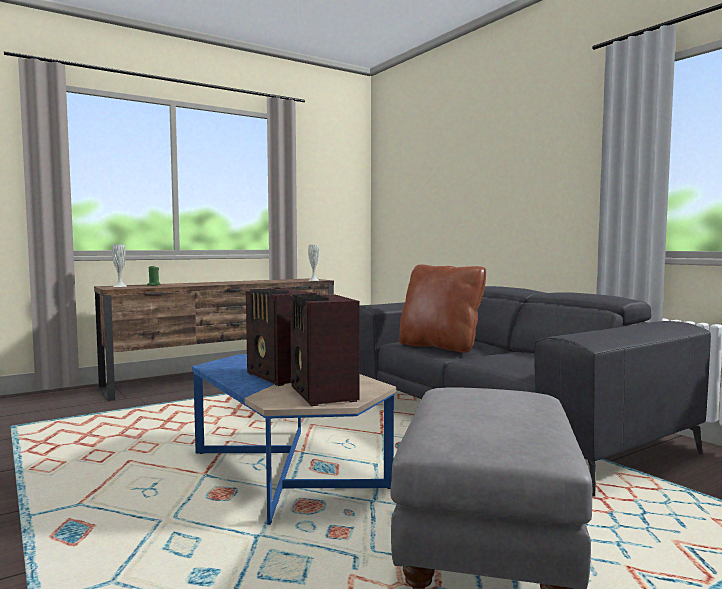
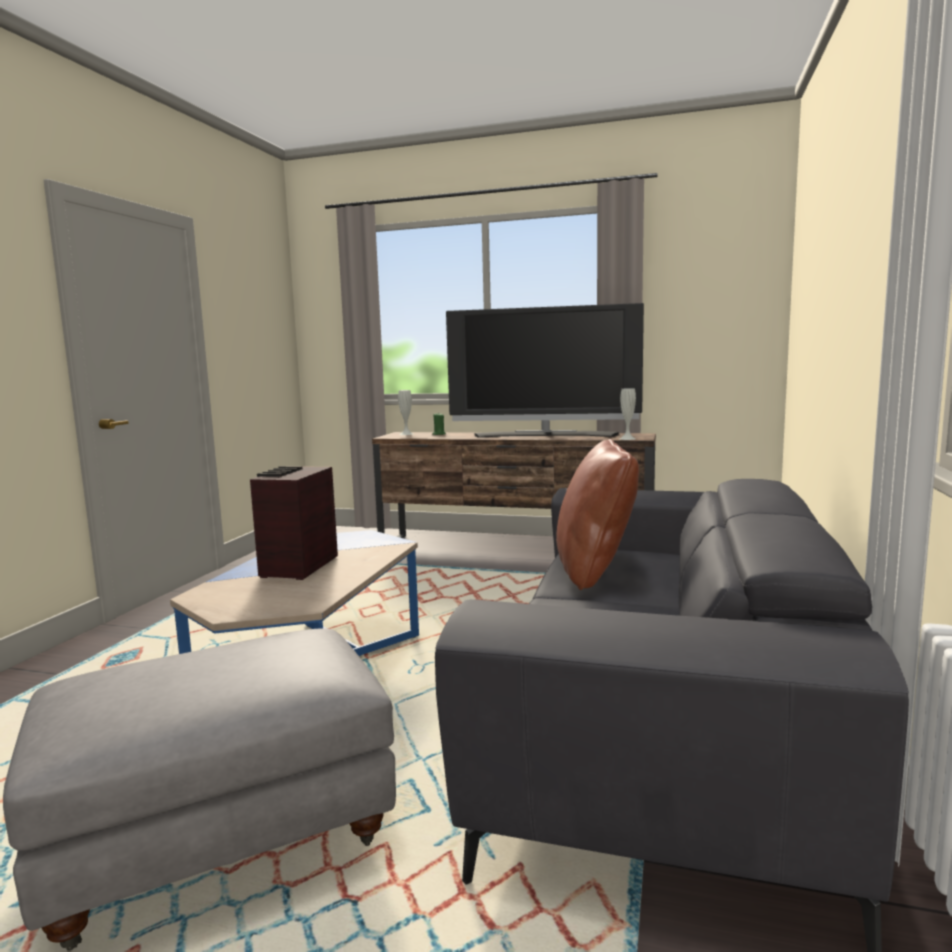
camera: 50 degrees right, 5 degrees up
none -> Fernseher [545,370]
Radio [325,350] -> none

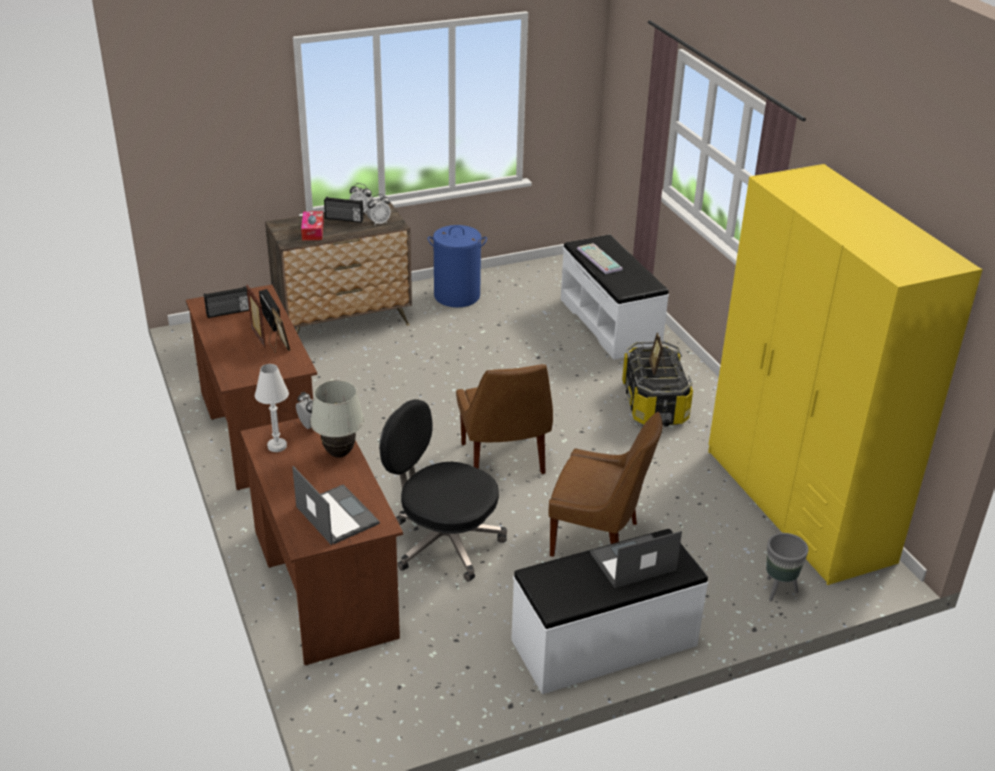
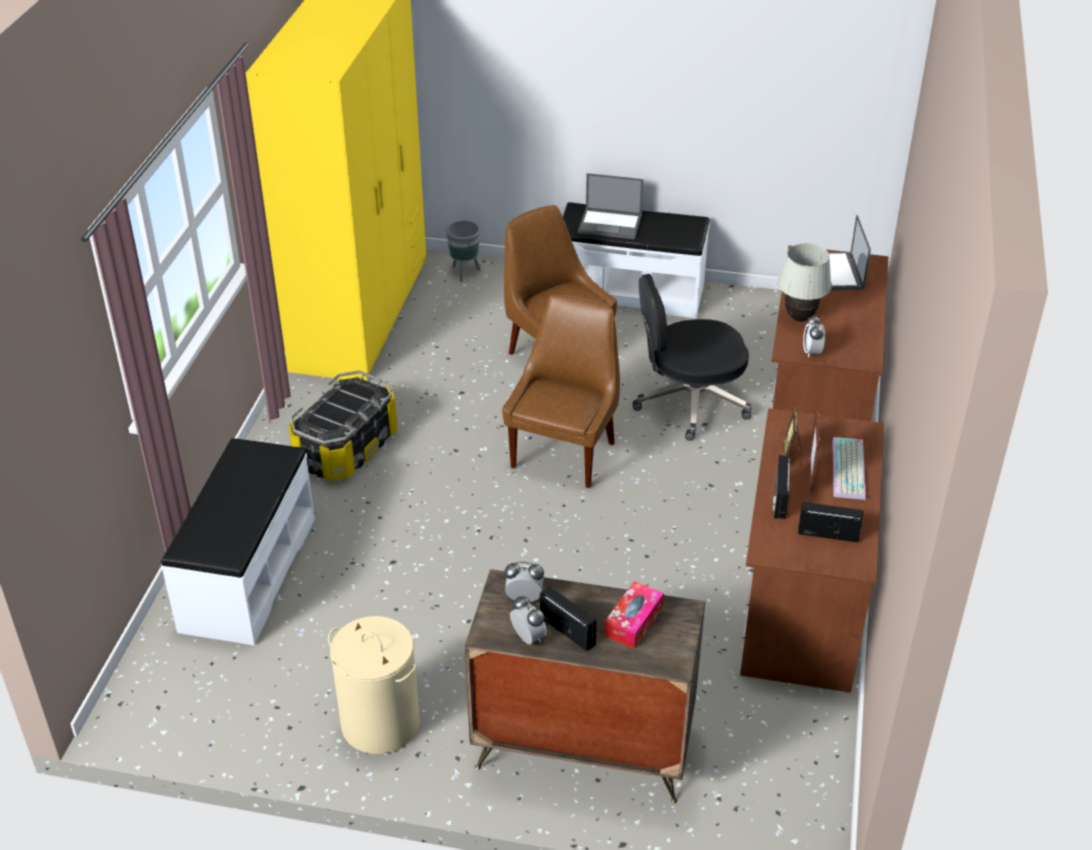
camera: 145 degrees left, 5 degrees up
Wäschekorb (blau) [457,266] -> Wäschekorb (beige) [373,685]
Bürostuhl (schwarz) [443,490] -> Bürostuhl (schwarz) [692,357], 105 degrees clockwise
Tastatur [600,258] -> Tastatur [849,468], moved
Tischlampe (weiß) [272,408] -> none
Bilderrahmen [657,354] -> none

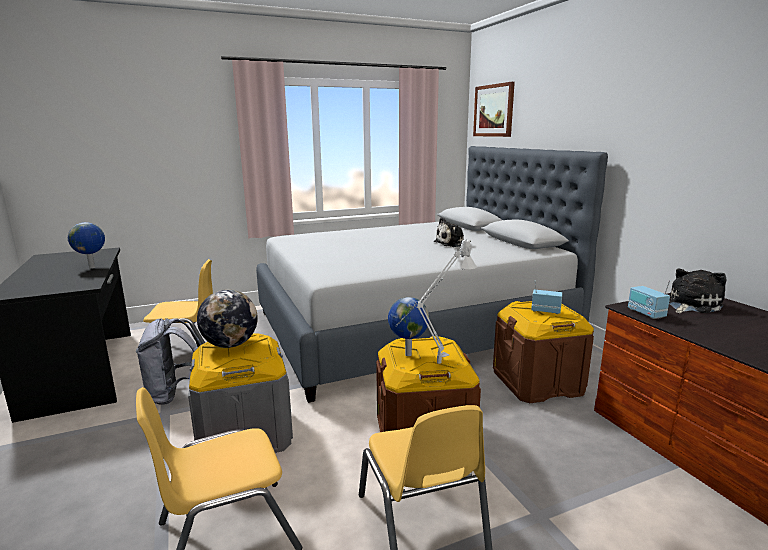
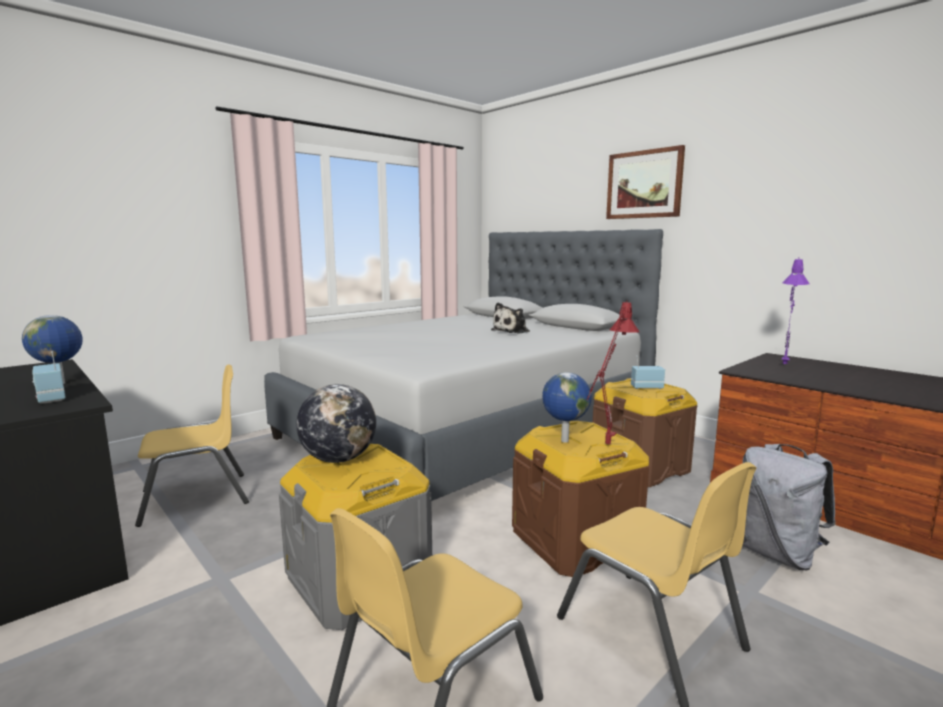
camera: 20 degrees left, 5 degrees down
Radio [649,299] -> Radio [49,377], moved
Tischlampe (grau) [437,302] -> Tischlampe (rot) [612,373]
Bild [494,109] -> Bild [645,182], moved
Rucksack (grau) [169,361] -> Rucksack (grau) [789,507], moved
Plüschtier [698,291] -> Tischlampe (lila) [795,311]

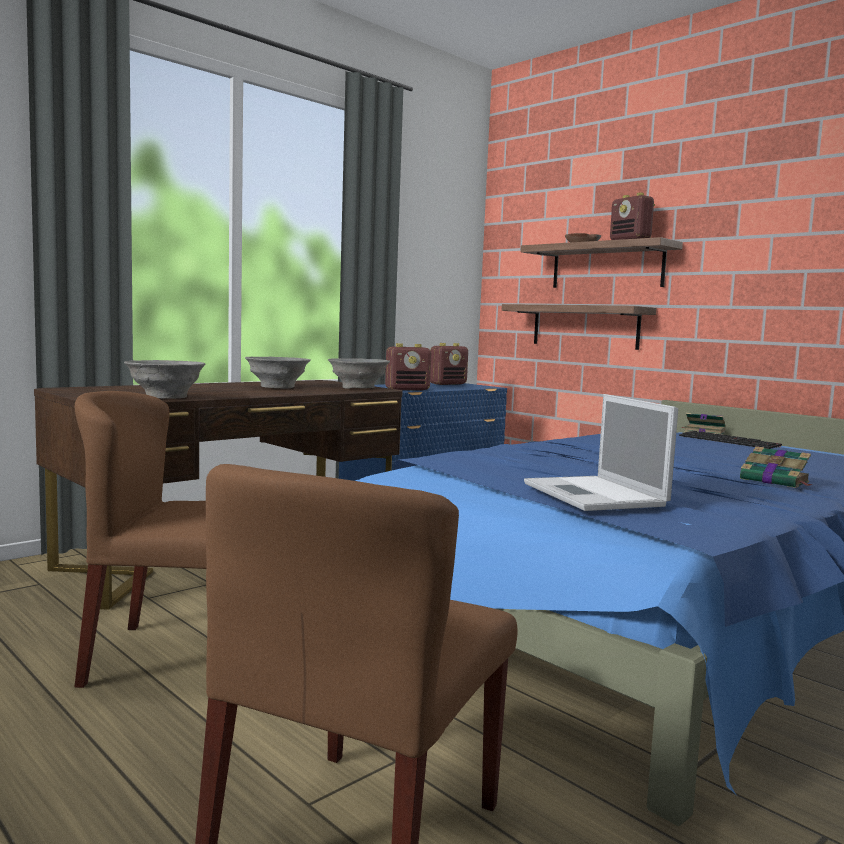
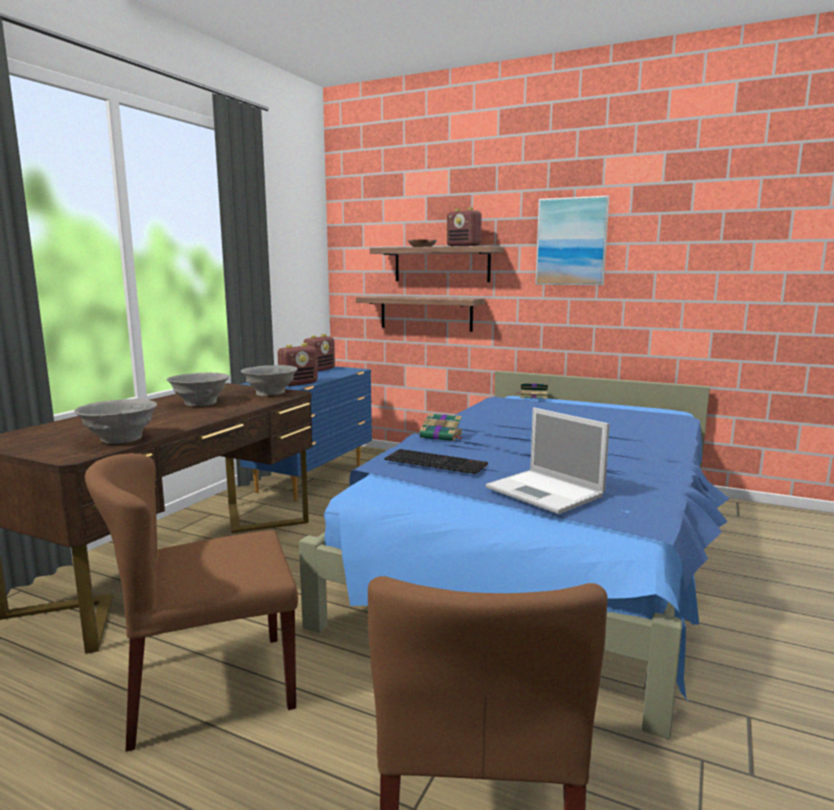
camera: 20 degrees left, 5 degrees up
Tastatur [730,440] -> Tastatur [436,461], moved
Buch [776,467] -> Buch [441,427], moved
none -> Bild [572,240]

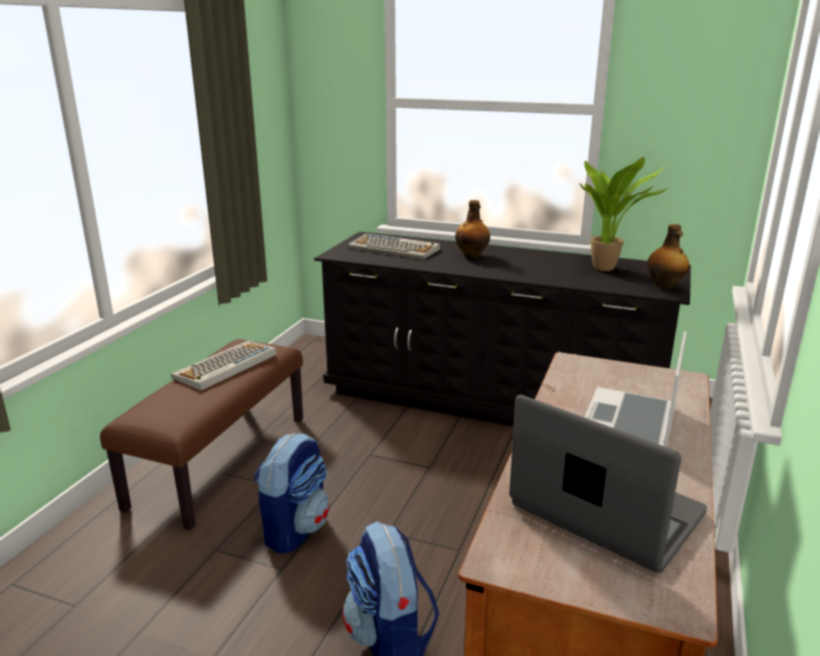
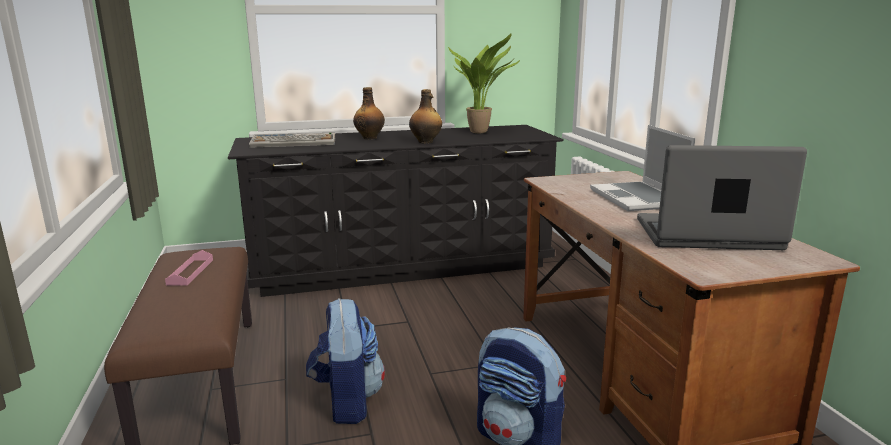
camera: 35 degrees left, 5 degrees down
Tastatur [224,366] -> Tablett (rosa) [189,268]
Flasche [668,257] -> Flasche [425,116], moved

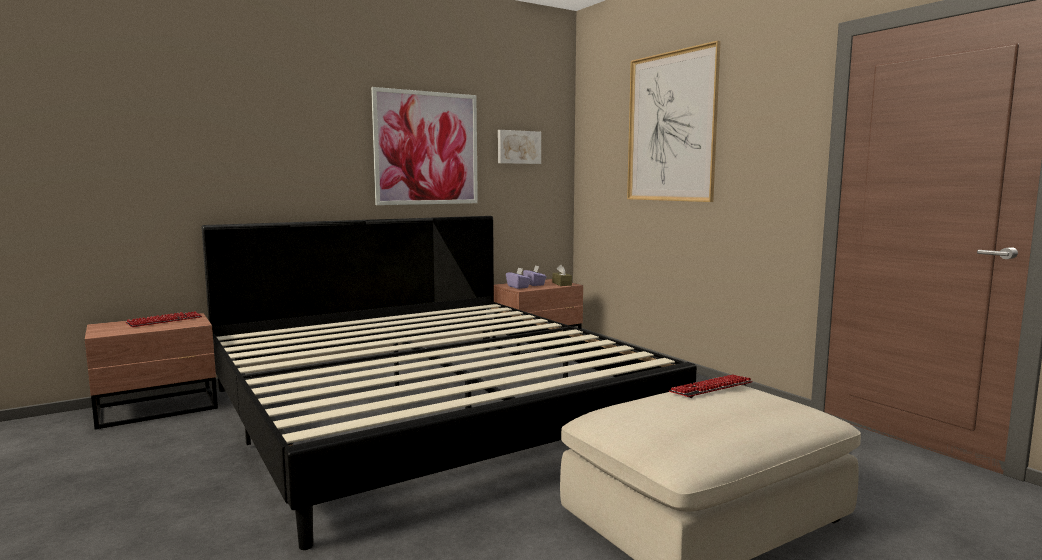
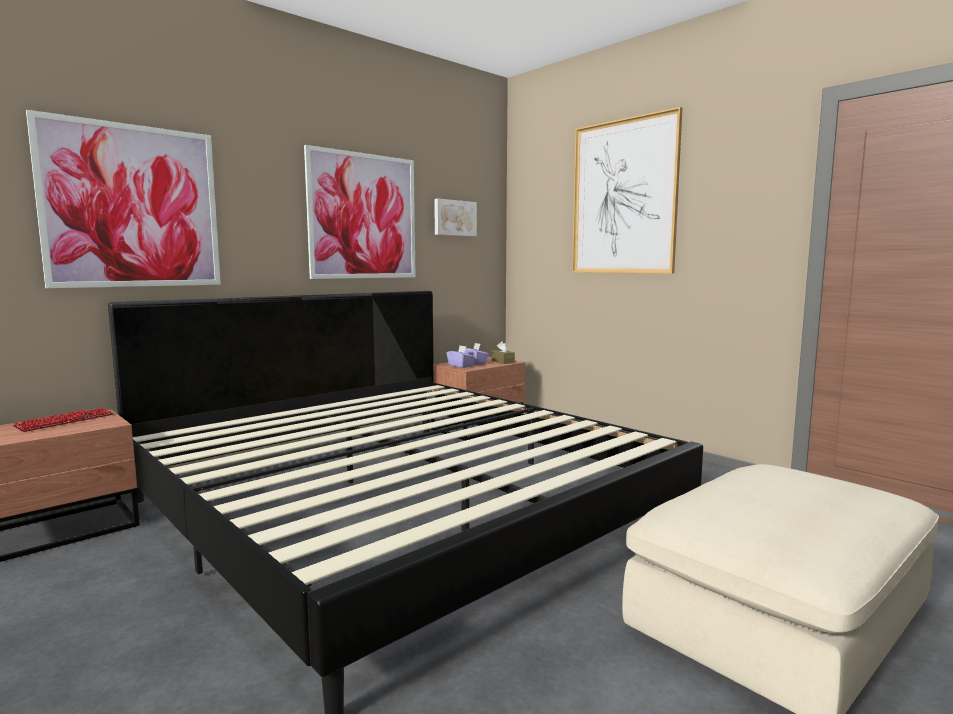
camera: 10 degrees left, 0 degrees up
none -> Bild [123,199]
Tastatur [710,386] -> none

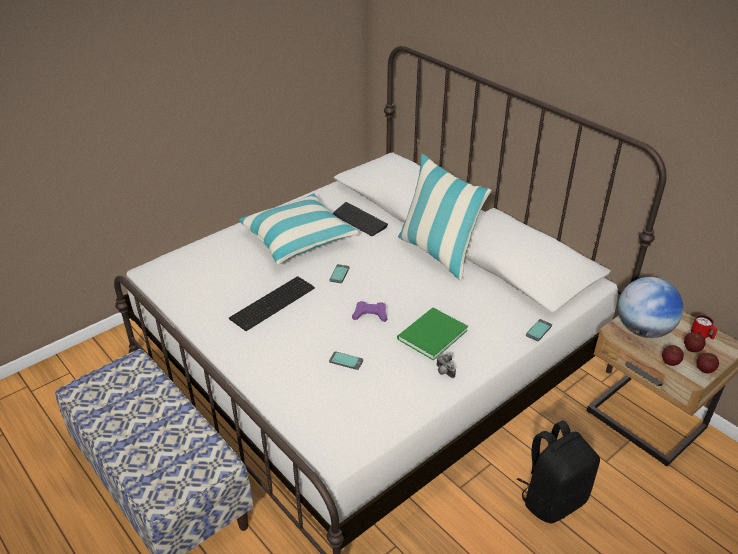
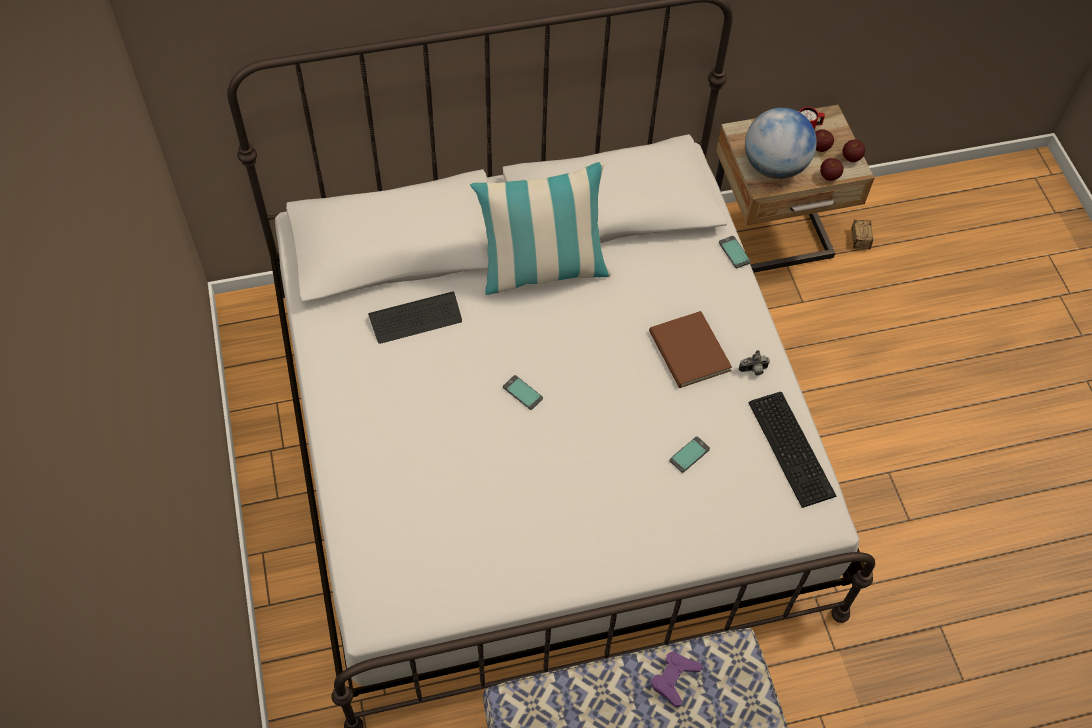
camera: 65 degrees left, 20 degrees up
Buch (grün) [432,334] -> Buch (braun) [690,349]
Gamepad (lila) [369,311] -> Gamepad (lila) [677,679], moved
Tastatur [272,304] -> Tastatur [792,450], moved
none -> Aufbewahrungsbox [867,235]
Kissen [299,229] -> none
Rucksack (schwarz) [558,471] -> none

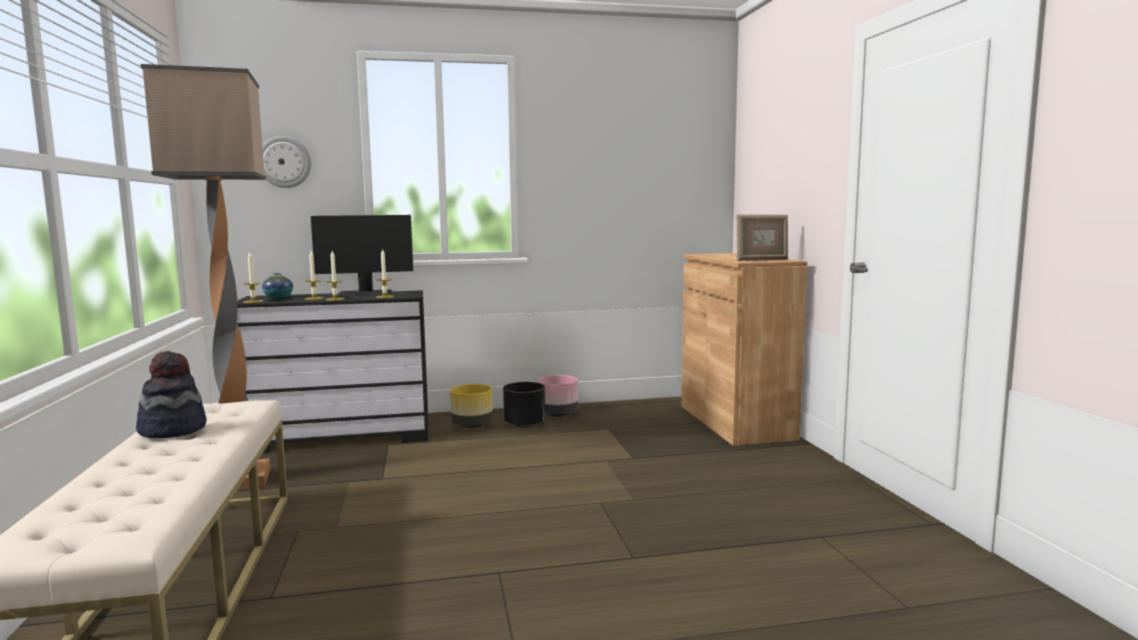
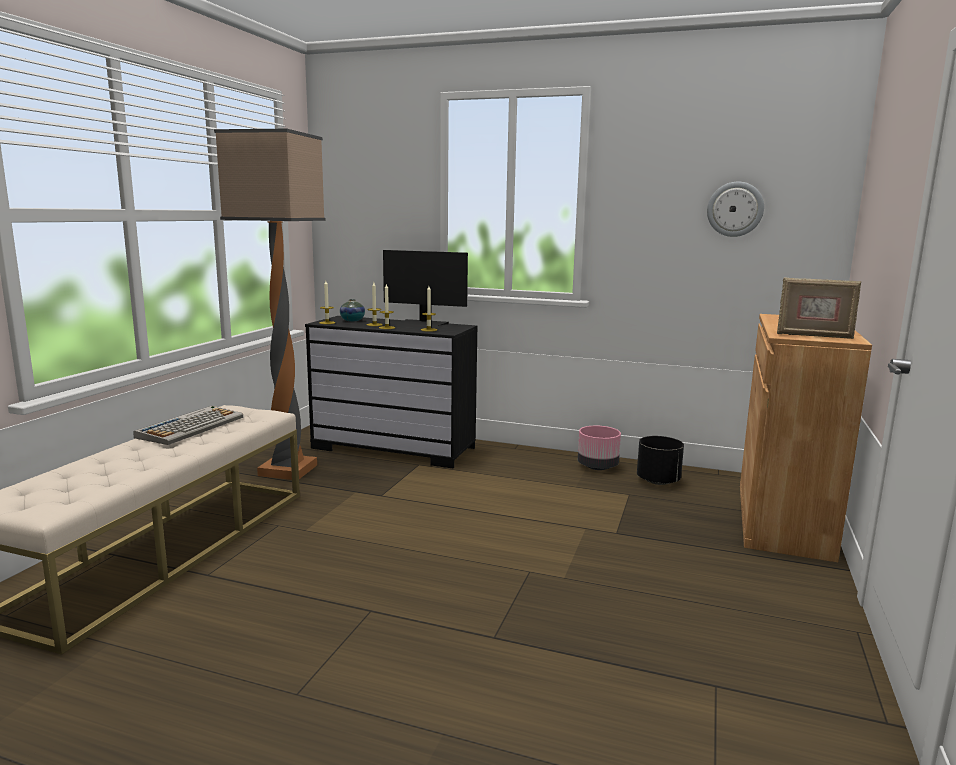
camera: 30 degrees right, 5 degrees up
Hut [171,394] -> Tastatur [188,425]
Pflanzkübel (schwarz) [524,405] -> Pflanzkübel (schwarz) [660,460], moved
Wanduhr [286,162] -> Wanduhr [735,209], moved
Pflanzkübel (gelb) [471,406] -> none

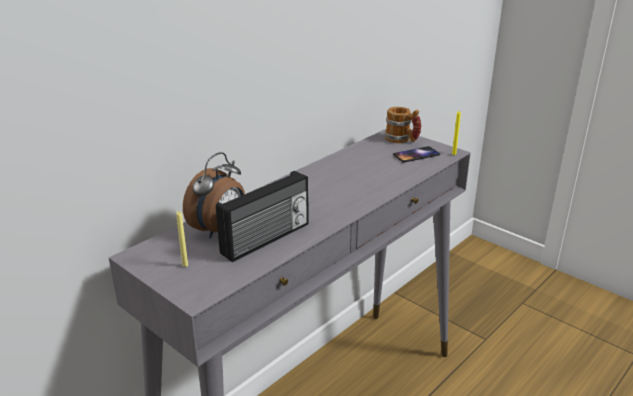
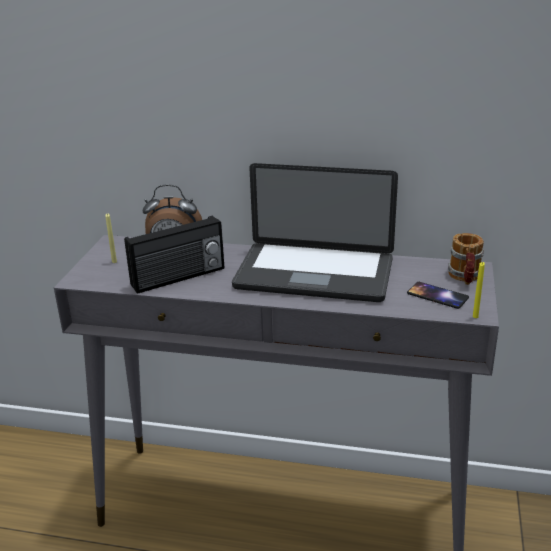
camera: 60 degrees right, 0 degrees up
Radio [262,216] -> Radio [174,255], 45 degrees counterclockwise
none -> Laptop [315,232]

